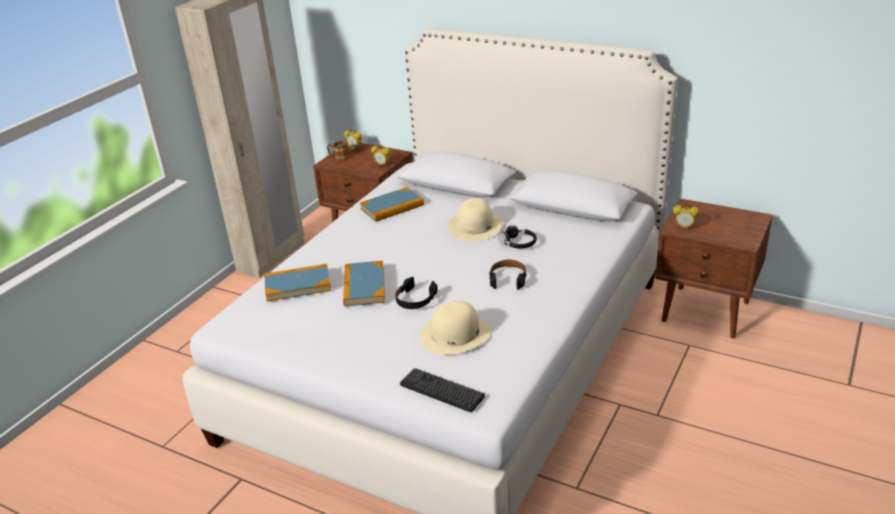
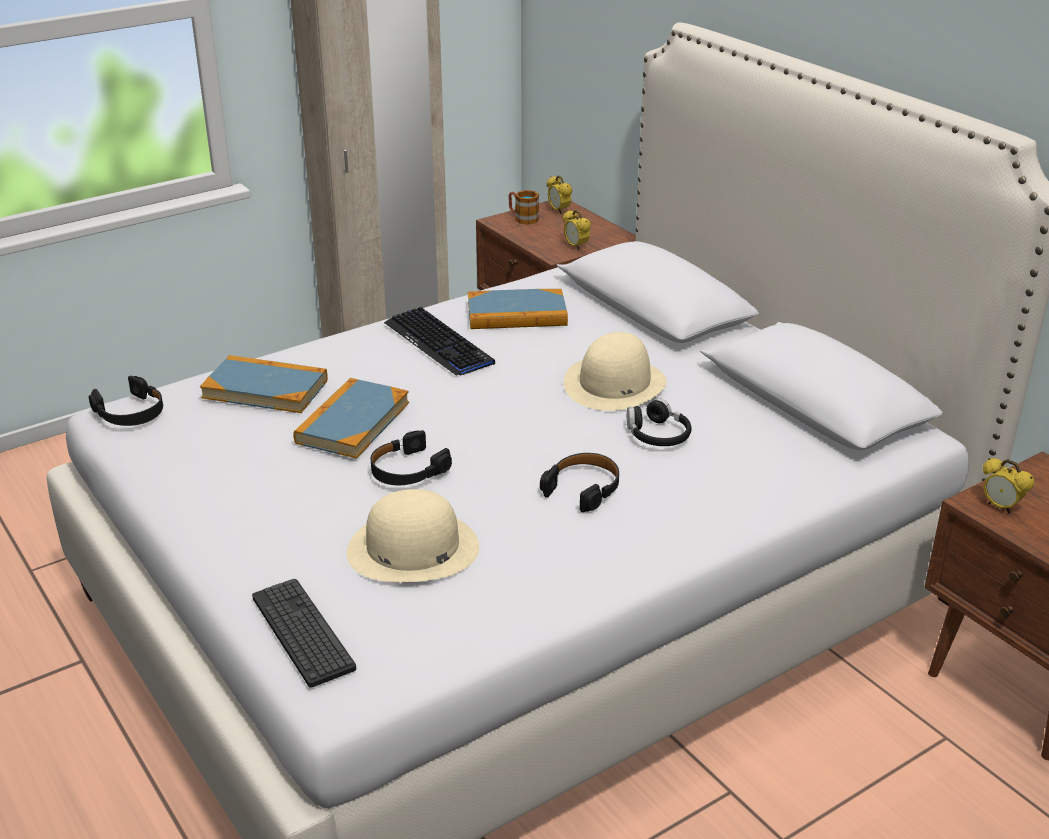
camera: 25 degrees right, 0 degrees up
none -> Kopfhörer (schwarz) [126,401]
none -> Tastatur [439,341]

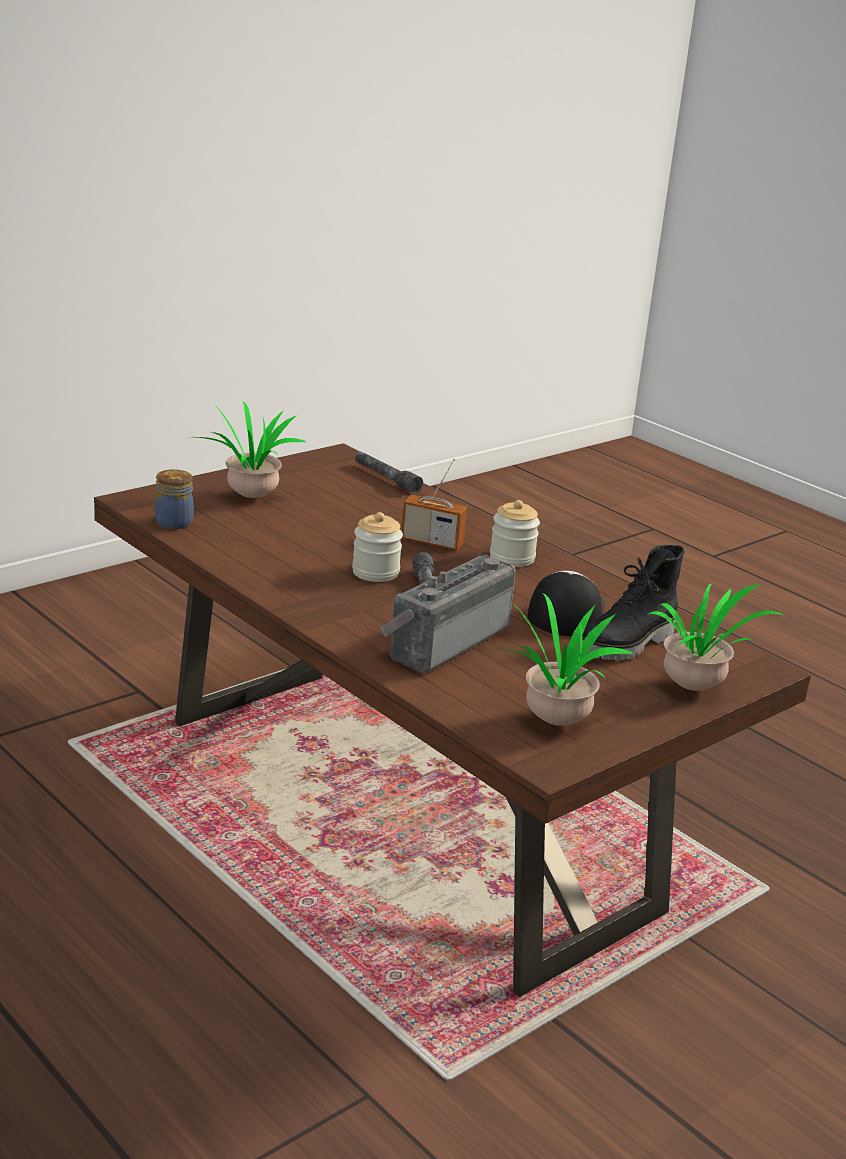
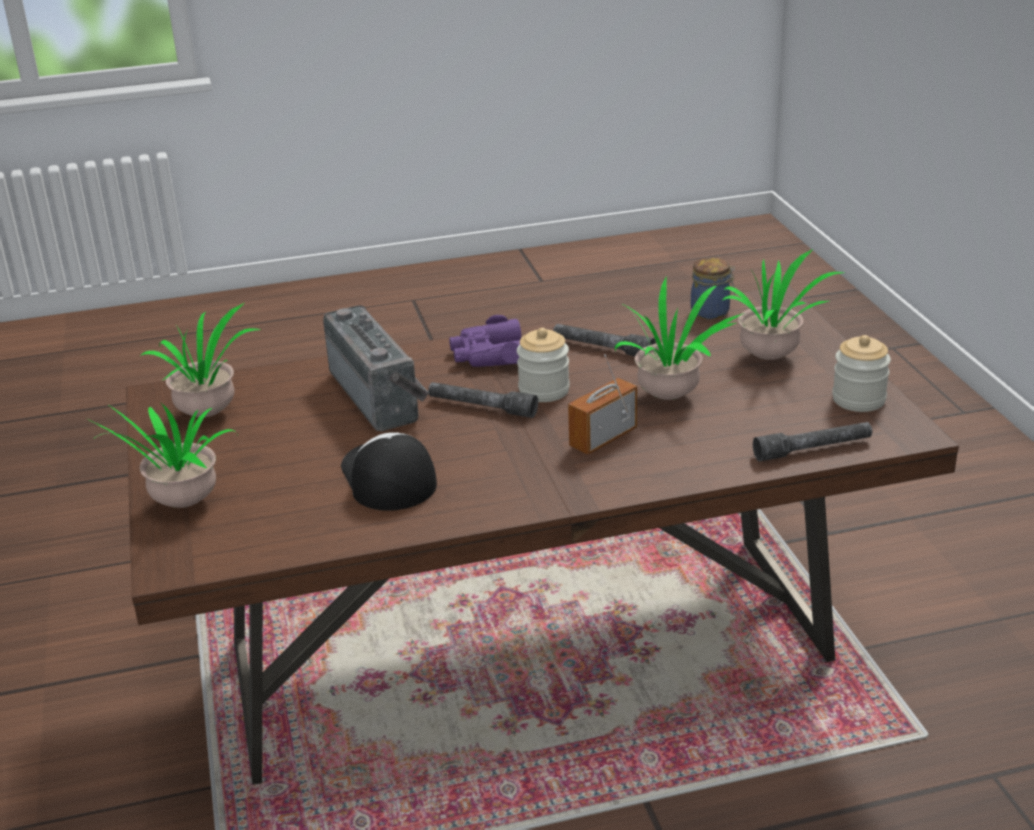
camera: 120 degrees right, 5 degrees up
Kappe [566,603] -> Kappe [389,471], 150 degrees counterclockwise
none -> Fernglas (lila) [485,341]
none -> Taschenlampe (grau) [604,340]
none -> Topfpflanze [679,338]
Vorratsglas [515,533] -> Vorratsglas [861,373], moved
Stiefel (schwarz) [631,603] -> none

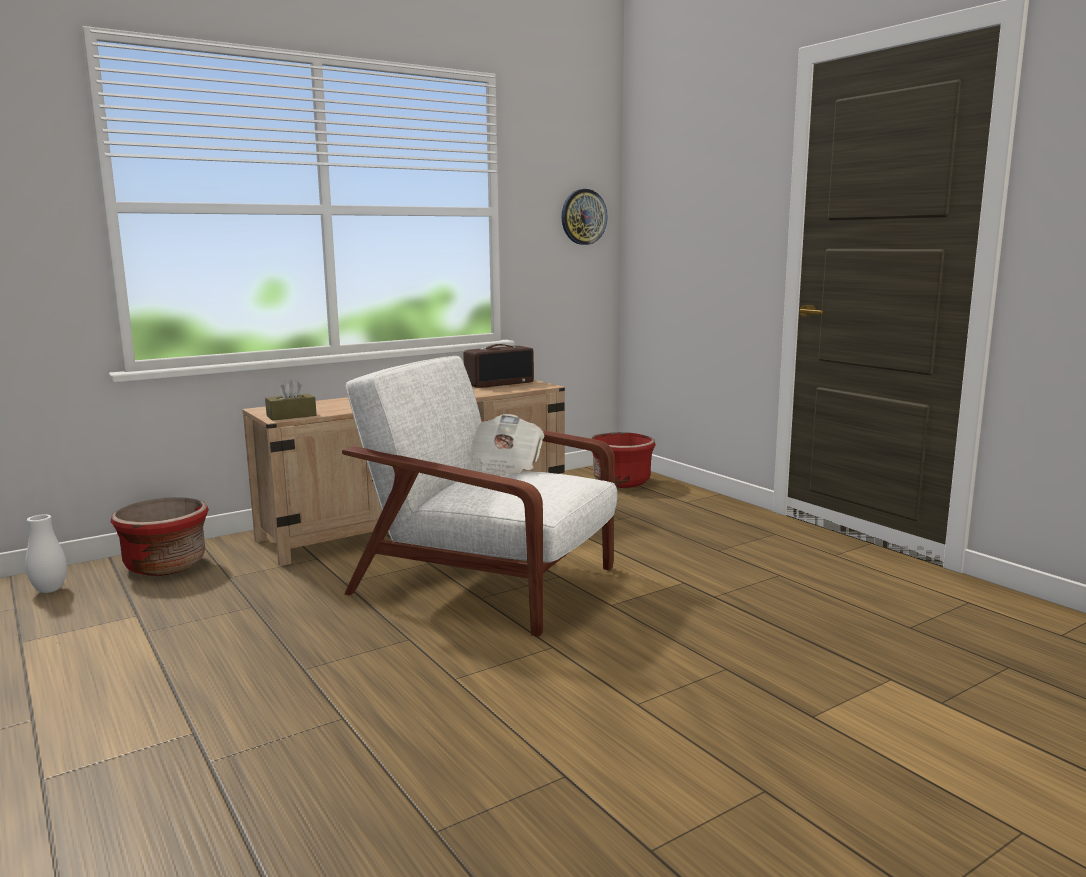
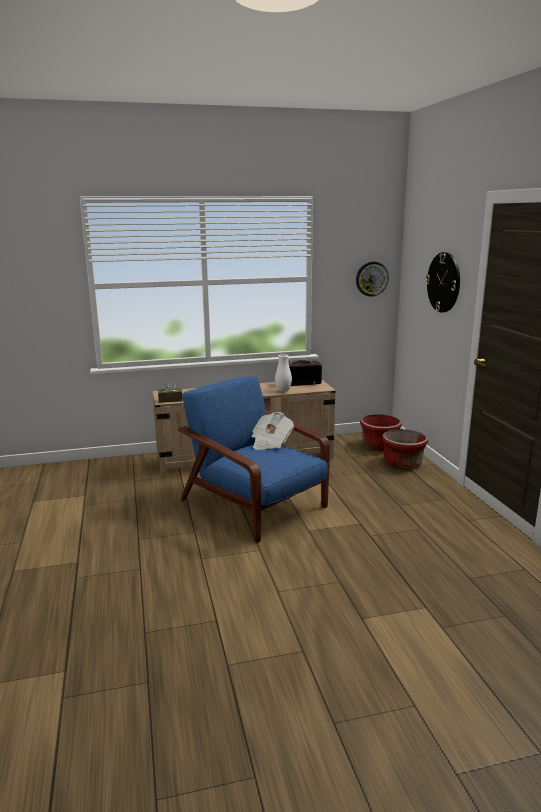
camera: 20 degrees right, 5 degrees up
Sessel (weiß) [480,496] -> Sessel (blau) [254,459]
Vase (weiß) [46,553] -> Vase (weiß) [283,373], moved
Pflanzkübel (rot) [160,536] -> Pflanzkübel (rot) [405,449], moved
none -> Wanduhr [442,282]

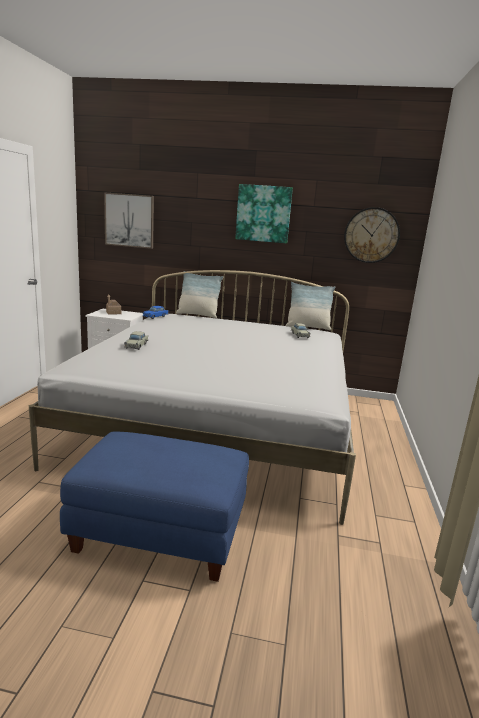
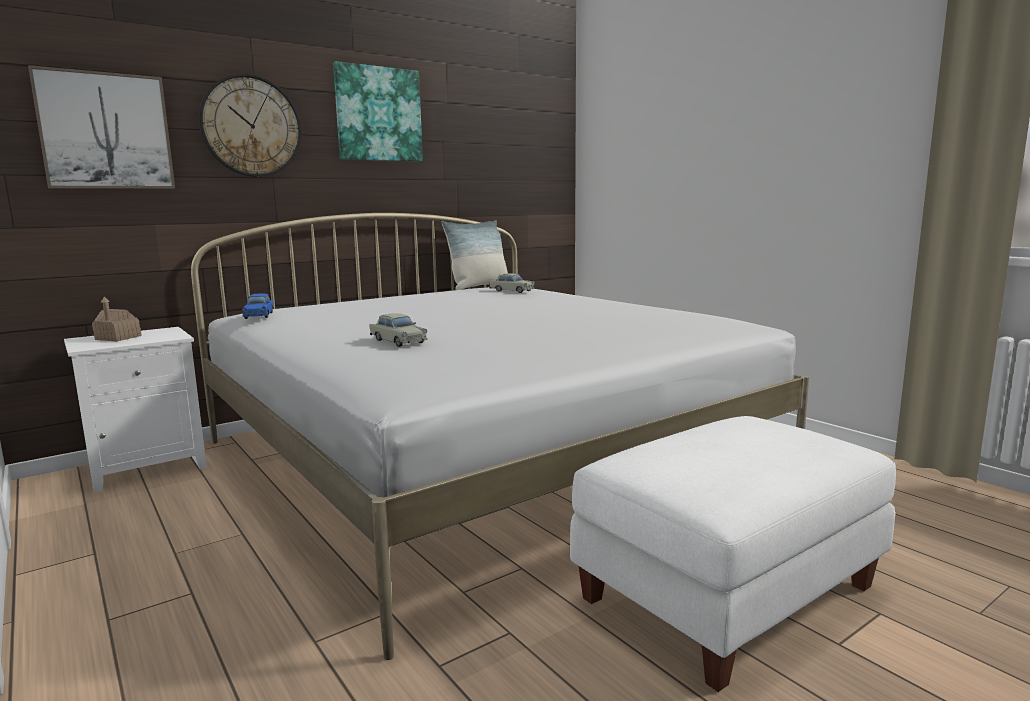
camera: 45 degrees left, 5 degrees down
Wanduhr [372,235] -> Wanduhr [250,125], moved
Polsterhocker (blau) [154,506] -> Polsterhocker (weiß) [733,554]
Kissen [200,294] -> none

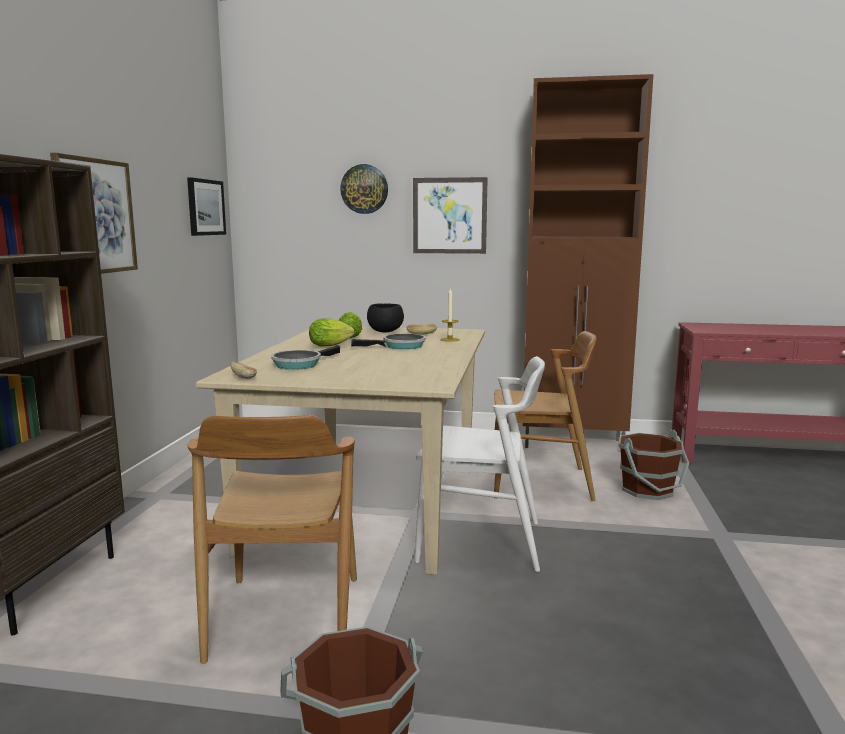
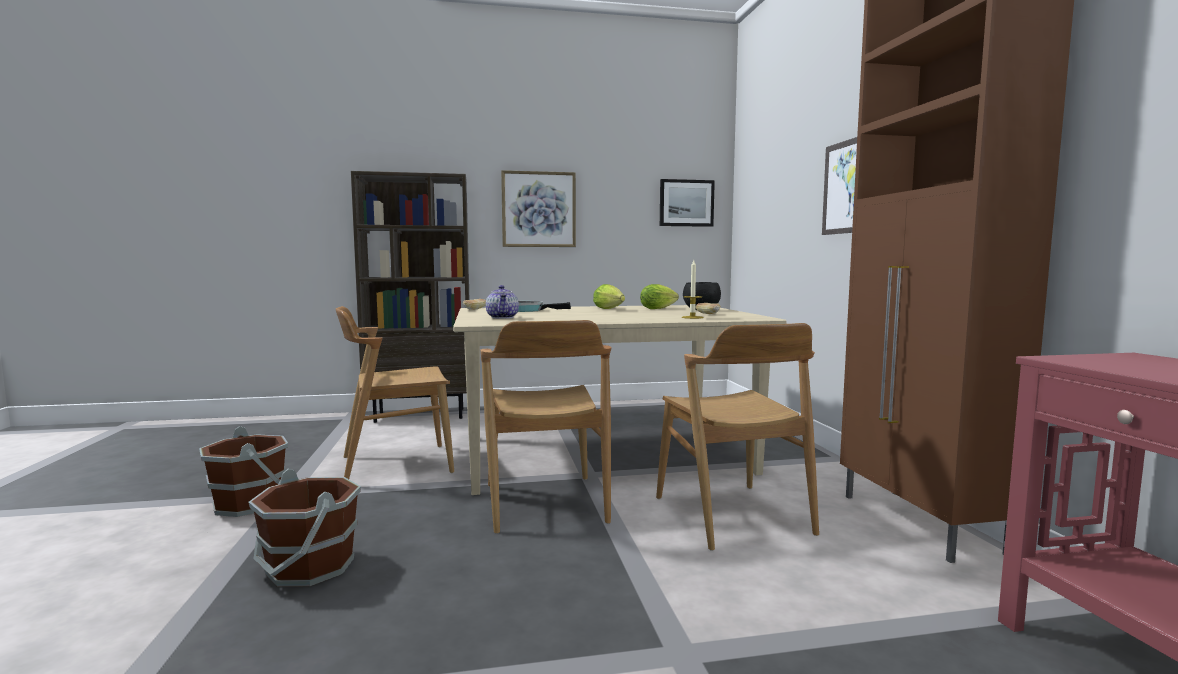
camera: 70 degrees right, 5 degrees down
Eimer (braun) [654,465] -> Eimer (braun) [304,528], moved
Stuhl (weiß) [479,464] -> Stuhl (braun) [545,427]
none -> Teekanne [502,302]
Wanduhr [364,189] -> none
Pfanne [388,342] -> none

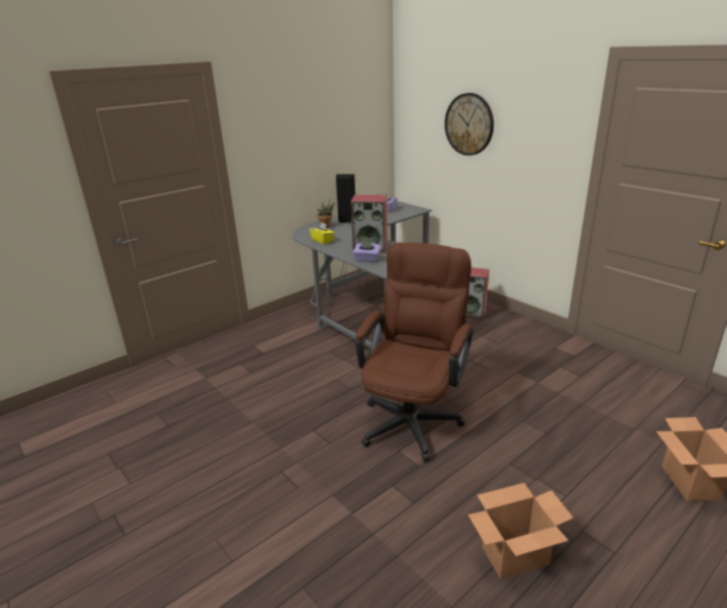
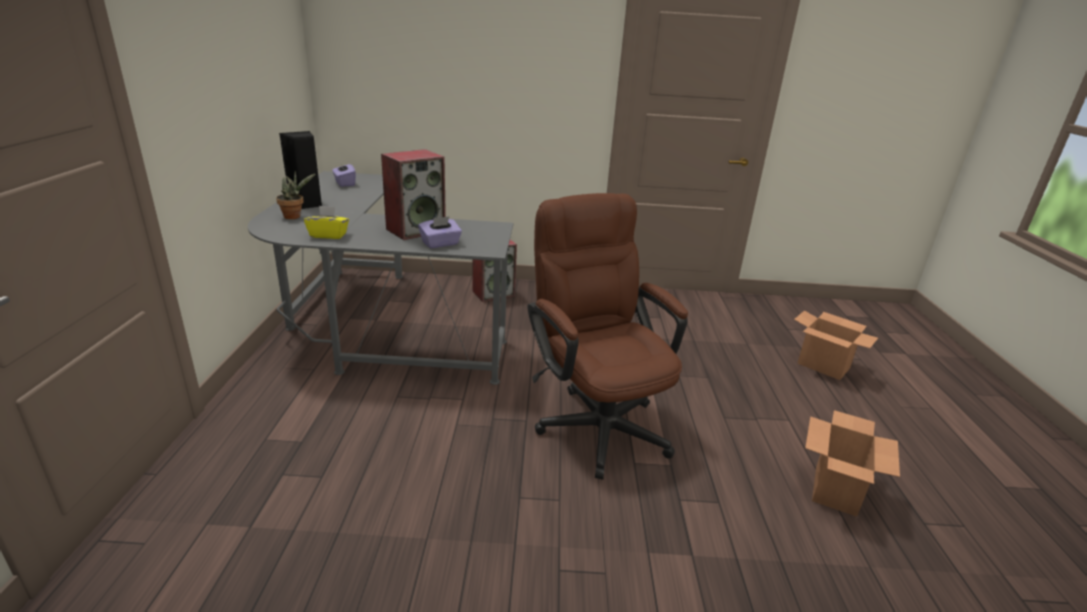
camera: 50 degrees left, 0 degrees up
Wanduhr [469,124] -> none

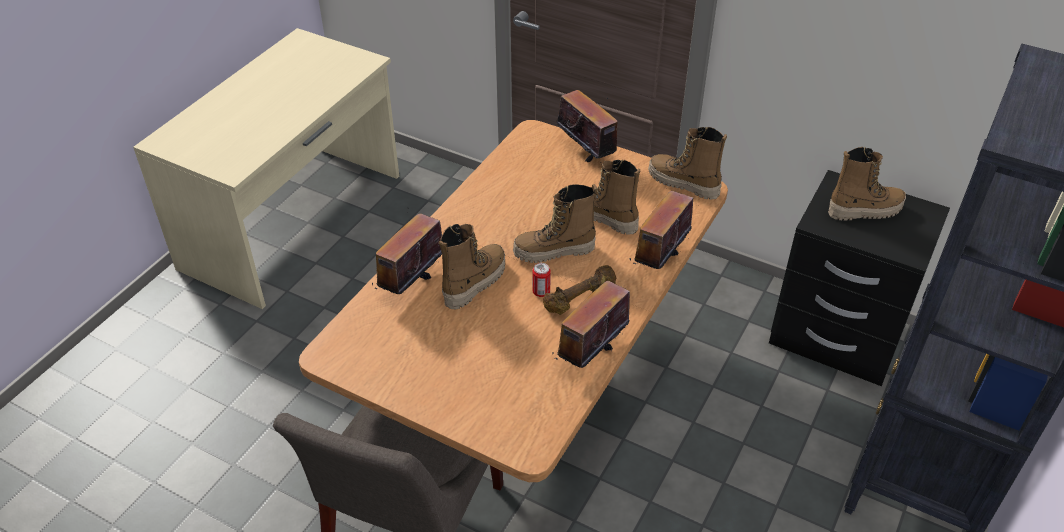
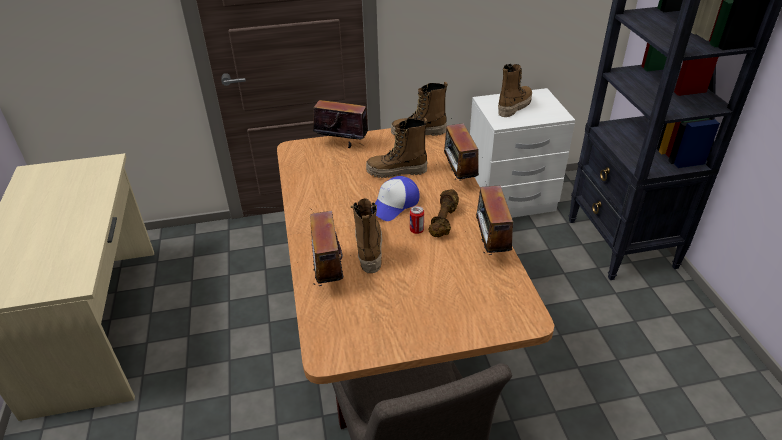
camera: 40 degrees left, 5 degrees down
Stiefel [555,223] -> Kappe [395,198]
Nachttisch (schwarz) [859,278] -> Nachttisch (weiß) [522,153]

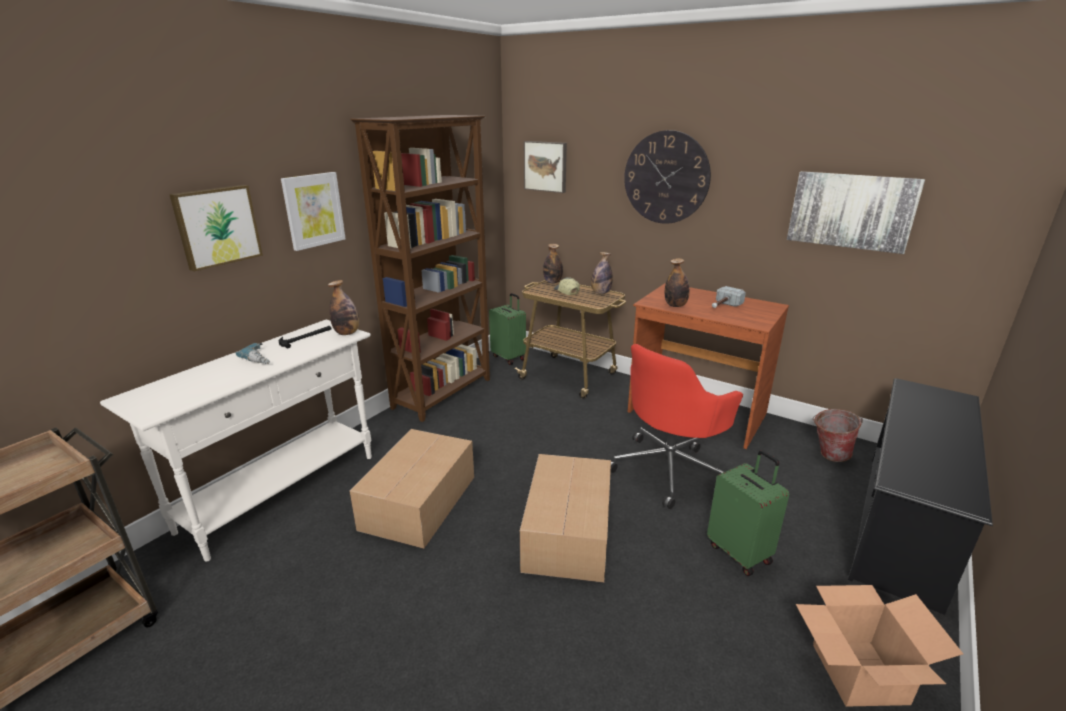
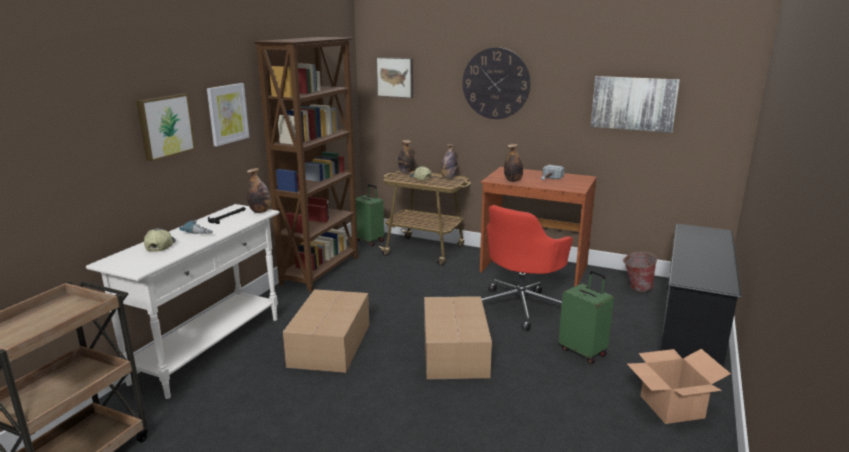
camera: 10 degrees left, 5 degrees down
none -> Kappe [160,240]

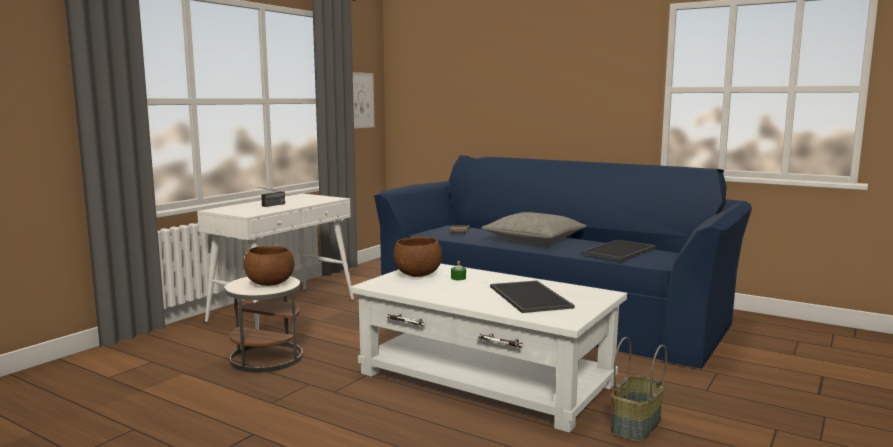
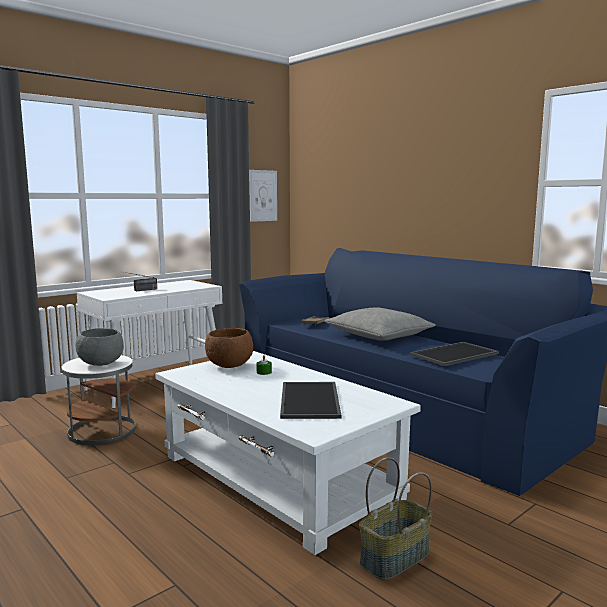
camera: 15 degrees right, 0 degrees up
Schüssel (braun) [269,266] -> Schüssel (grau) [99,347]

